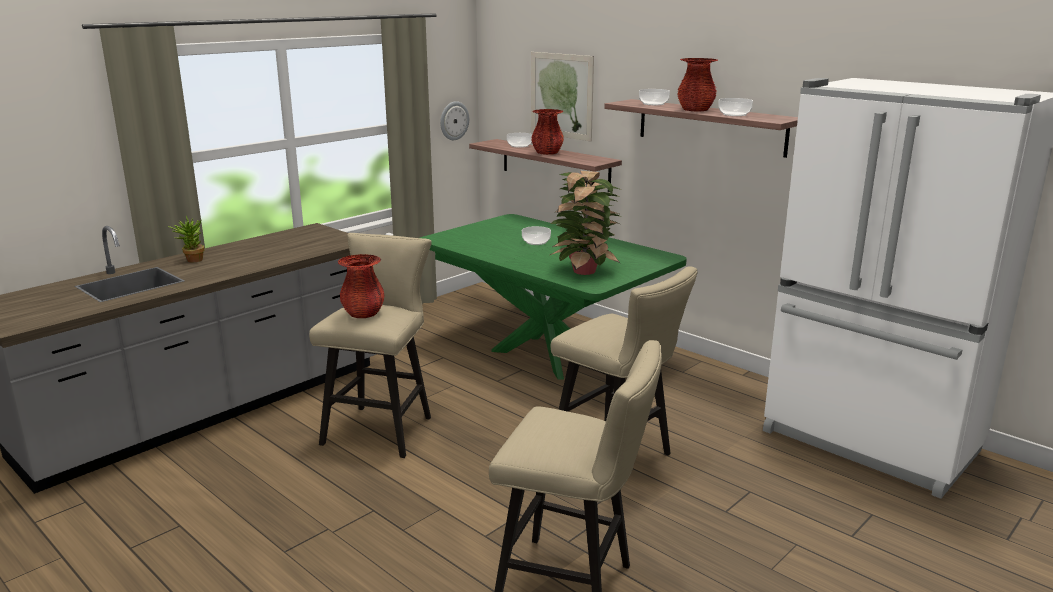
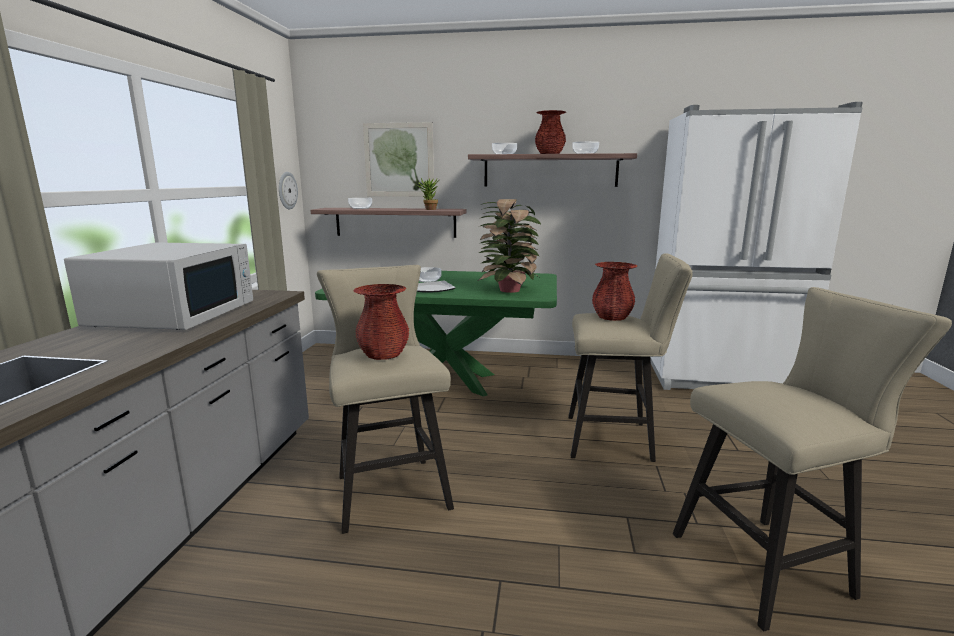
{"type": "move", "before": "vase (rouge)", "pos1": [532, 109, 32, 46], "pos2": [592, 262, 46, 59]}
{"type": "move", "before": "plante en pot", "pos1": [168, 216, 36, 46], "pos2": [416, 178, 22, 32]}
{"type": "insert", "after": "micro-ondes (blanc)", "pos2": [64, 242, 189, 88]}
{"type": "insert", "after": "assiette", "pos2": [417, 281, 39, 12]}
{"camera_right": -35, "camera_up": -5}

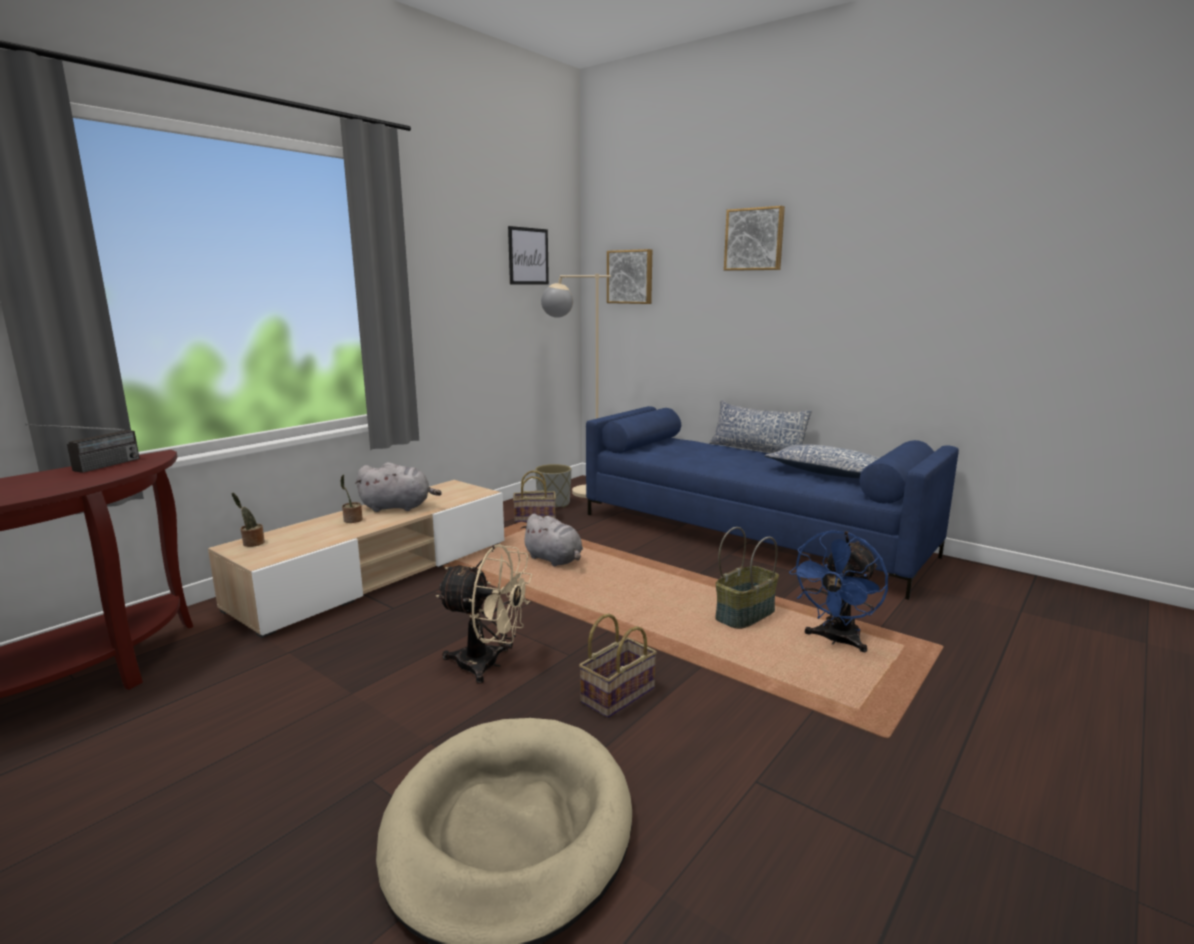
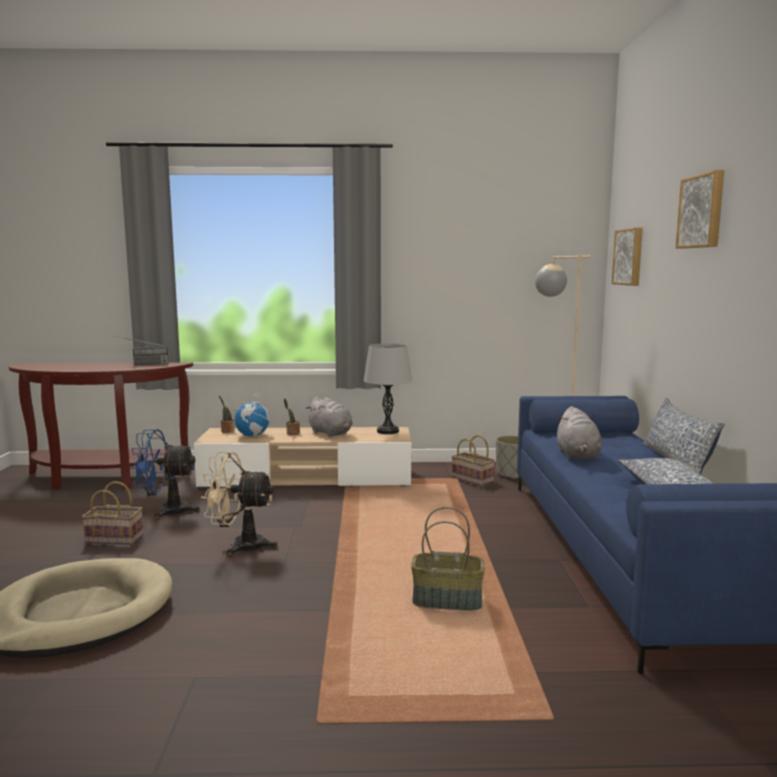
{"type": "delete", "before": "tableau", "pos1": [508, 226, 41, 59]}
{"type": "move", "before": "peluche (gris)", "pos1": [520, 514, 63, 52], "pos2": [557, 406, 45, 53]}
{"type": "move", "before": "ventilateur (bleu)", "pos1": [789, 530, 99, 122], "pos2": [130, 429, 70, 91]}
{"type": "rotate", "before": "ventilateur (beige)", "pos1": [436, 544, 96, 140], "pos2": [201, 452, 77, 105], "turn": 120}
{"type": "move", "before": "panier", "pos1": [579, 613, 78, 105], "pos2": [82, 481, 61, 64]}
{"type": "insert", "after": "lampe de table (gris)", "pos2": [364, 343, 48, 91]}
{"type": "insert", "after": "globe", "pos2": [235, 391, 37, 46]}
{"camera_right": 50, "camera_up": -5}

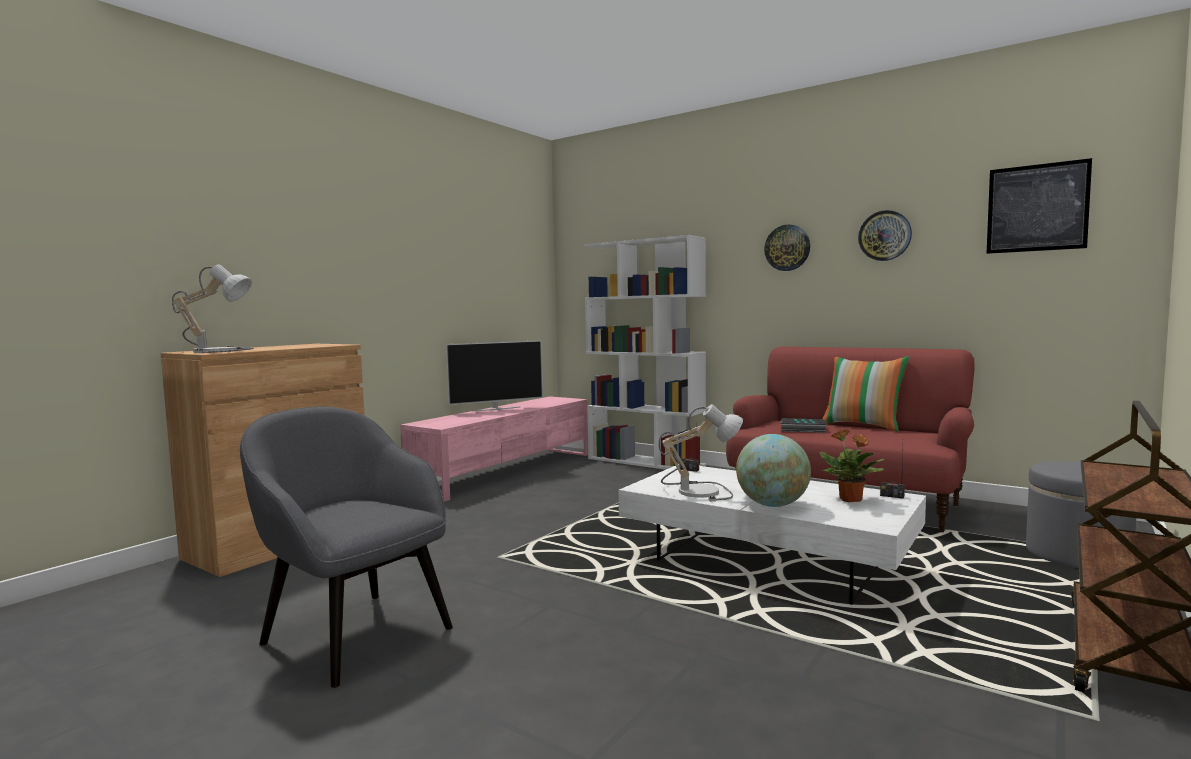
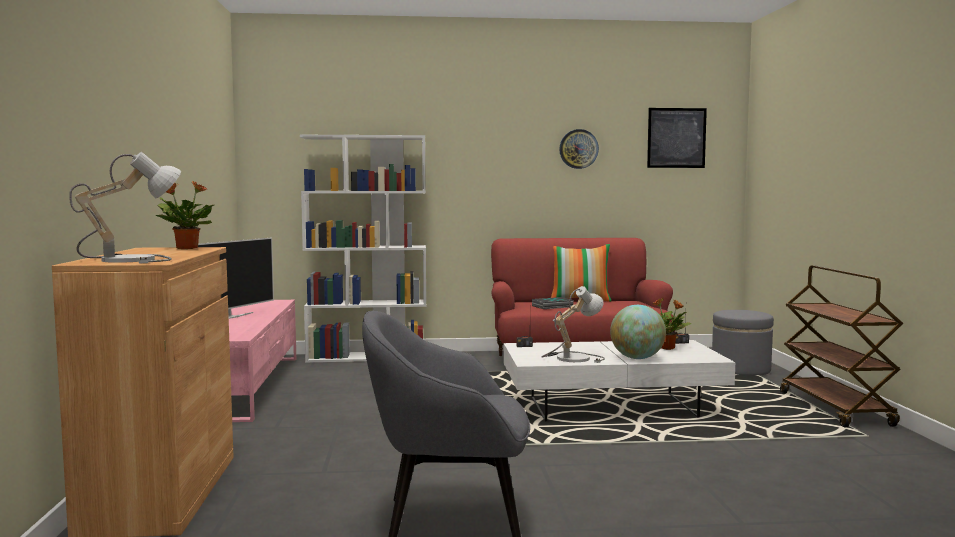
{"type": "delete", "before": "horloge murale", "pos1": [764, 225, 46, 46]}
{"type": "insert", "after": "plante en pot", "pos2": [156, 181, 58, 68]}
{"camera_right": -40, "camera_up": 0}

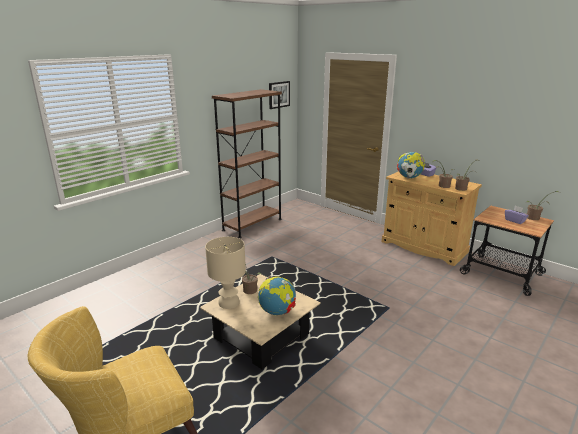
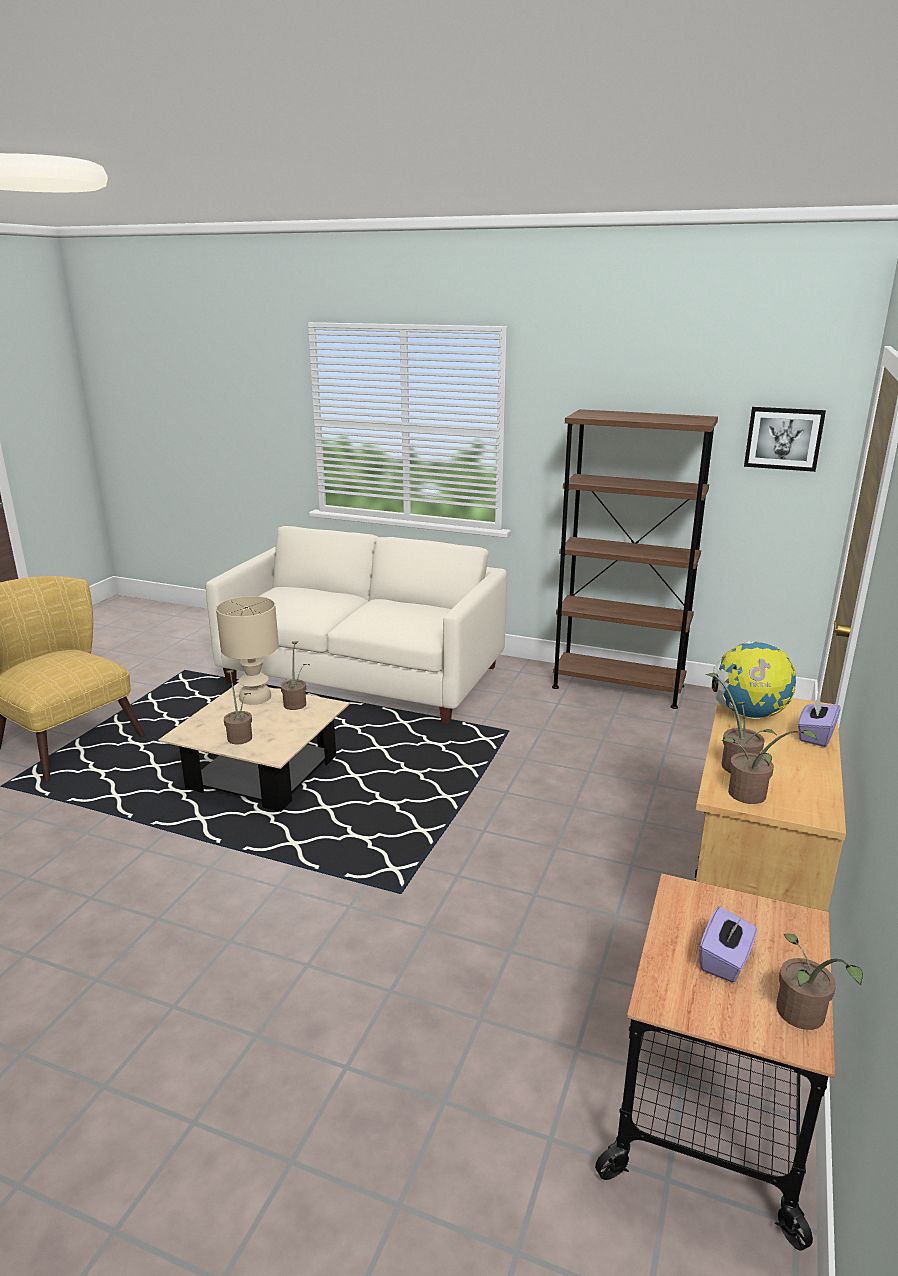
{"type": "replace", "before": "globe", "after": "plante en pot", "pos1": [258, 275, 38, 41], "pos2": [224, 670, 28, 74]}
{"type": "insert", "after": "canapé (blanc)", "pos2": [206, 526, 301, 198]}
{"camera_right": 70, "camera_up": 0}

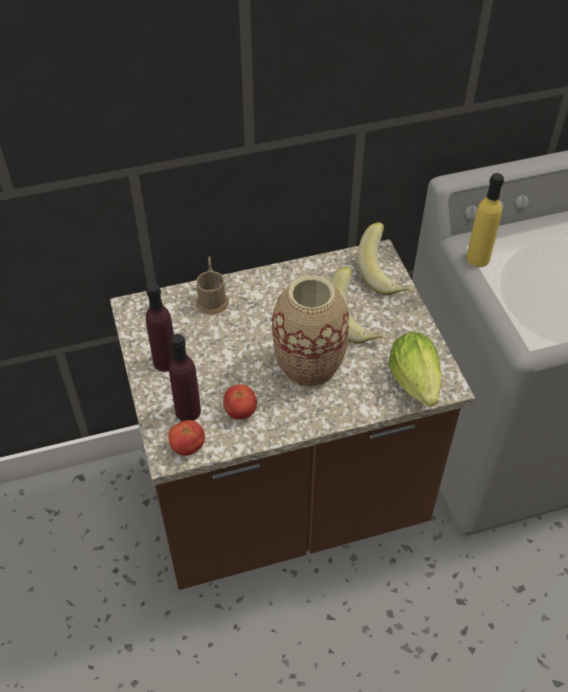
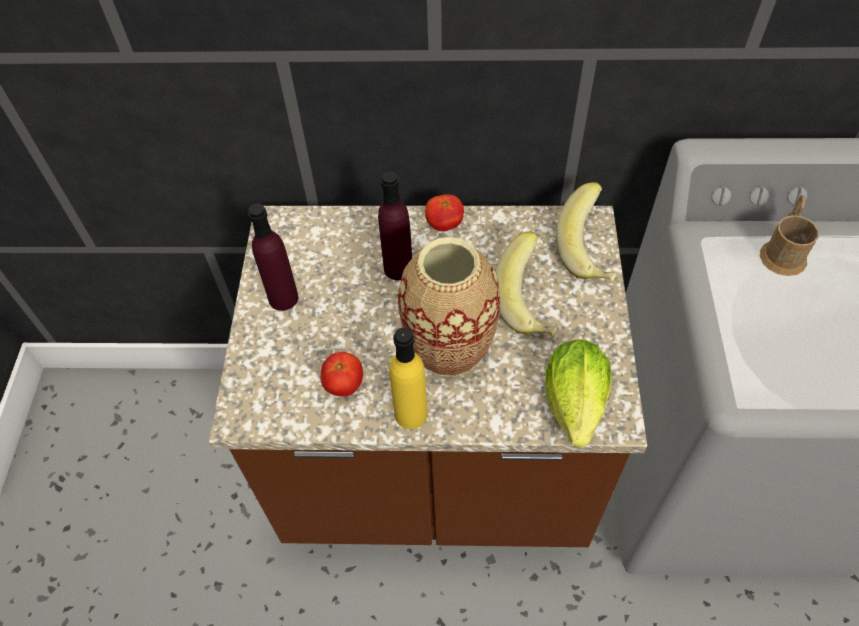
{"type": "move", "before": "bouteille (jaune)", "pos1": [466, 173, 38, 94], "pos2": [389, 328, 38, 101]}
{"type": "move", "before": "mug (marron)", "pos1": [196, 256, 33, 59], "pos2": [760, 195, 59, 81]}
{"type": "move", "before": "bouteille (violet)", "pos1": [169, 334, 32, 87], "pos2": [378, 171, 34, 109]}
{"type": "move", "before": "tomate", "pos1": [168, 420, 37, 36], "pos2": [425, 195, 39, 36]}
{"camera_right": 20, "camera_up": 5}

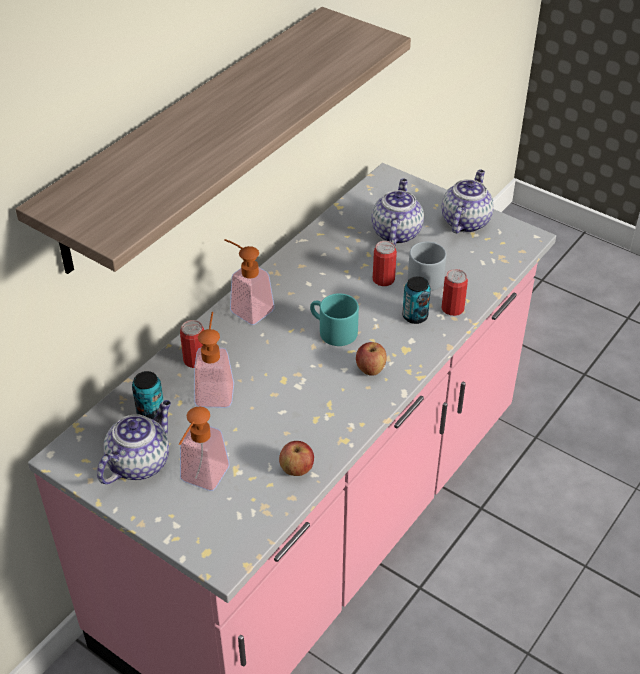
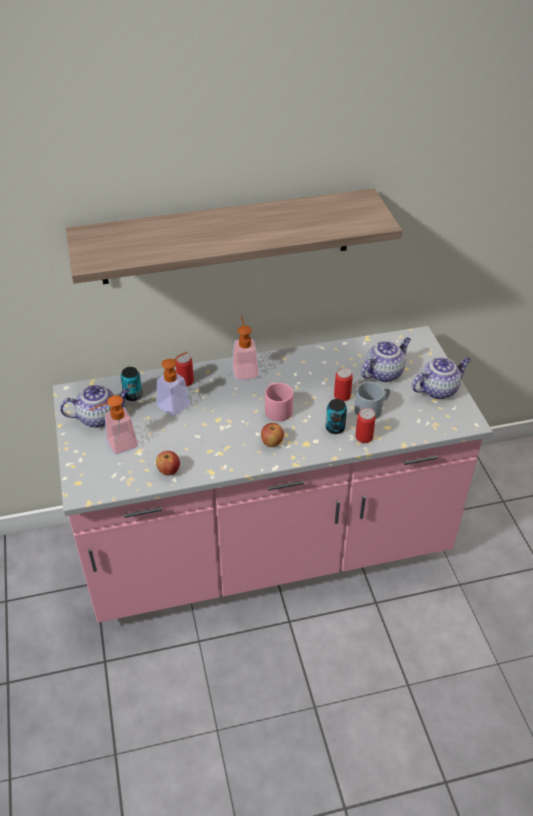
{"type": "recolor", "before": "mug (turquoise)", "after": "mug (rose)", "pos1": [310, 293, 49, 53], "pos2": [265, 383, 28, 38]}
{"camera_right": 40, "camera_up": 0}

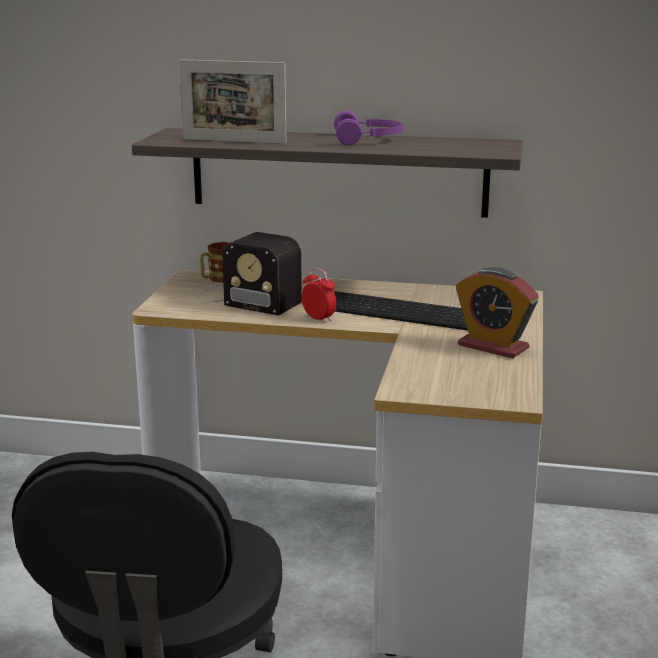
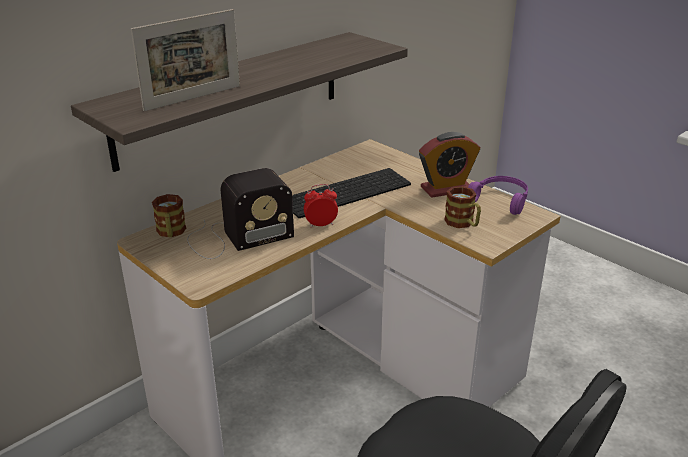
{"type": "move", "before": "casque audio (violet)", "pos1": [334, 111, 69, 34], "pos2": [468, 176, 60, 39]}
{"type": "insert", "after": "mug", "pos2": [444, 186, 37, 42]}
{"camera_right": -55, "camera_up": 10}

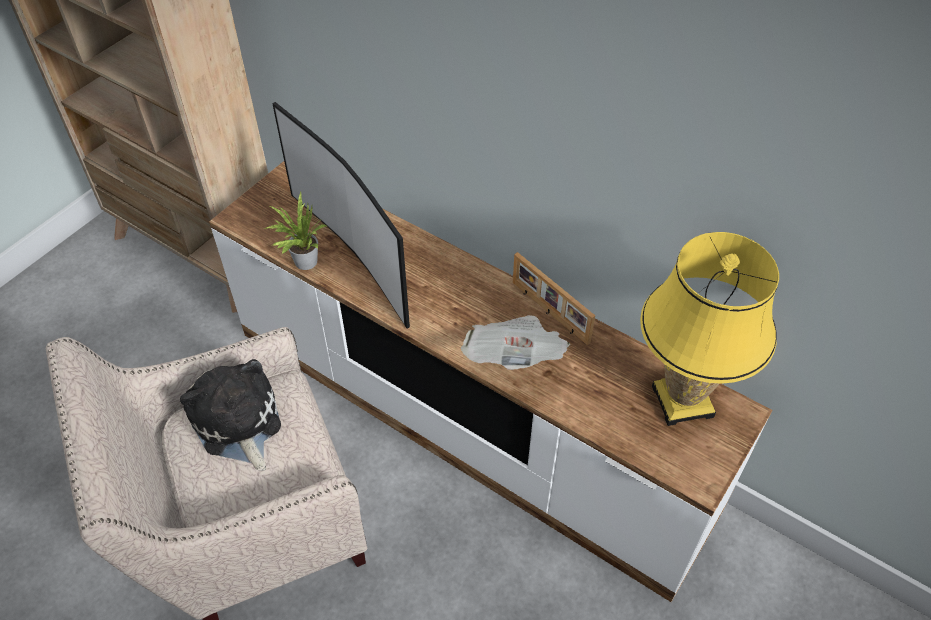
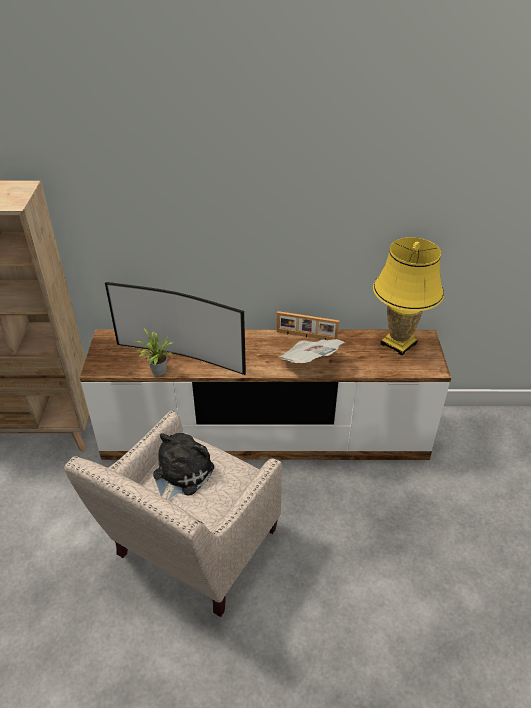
{"type": "rotate", "before": "peluche", "pos1": [180, 359, 101, 112], "pos2": [153, 433, 61, 67], "turn": 90}
{"camera_right": -35, "camera_up": -10}

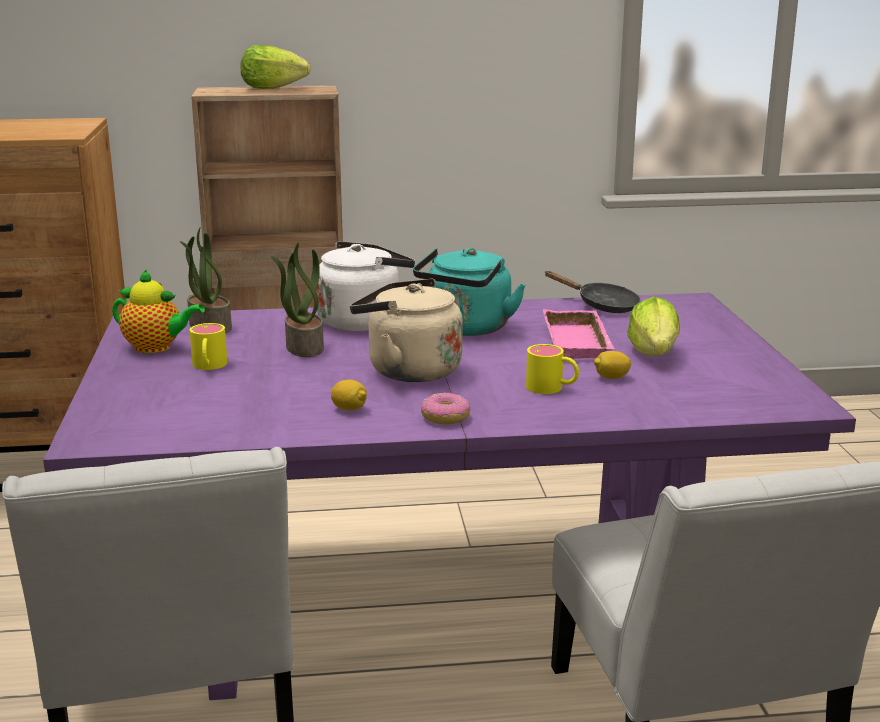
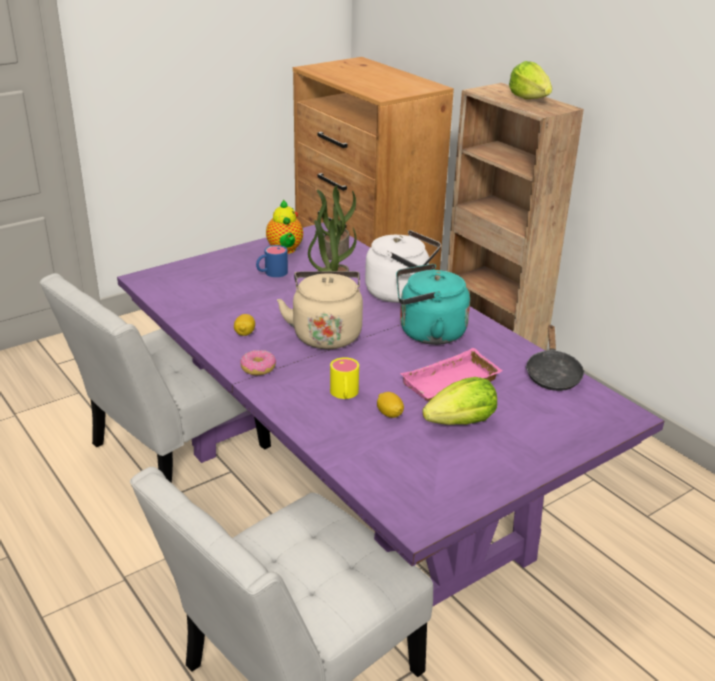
{"type": "recolor", "before": "mug (jaune)", "after": "mug (bleu)", "pos1": [189, 323, 39, 47], "pos2": [256, 245, 32, 32]}
{"camera_right": 60, "camera_up": 10}

